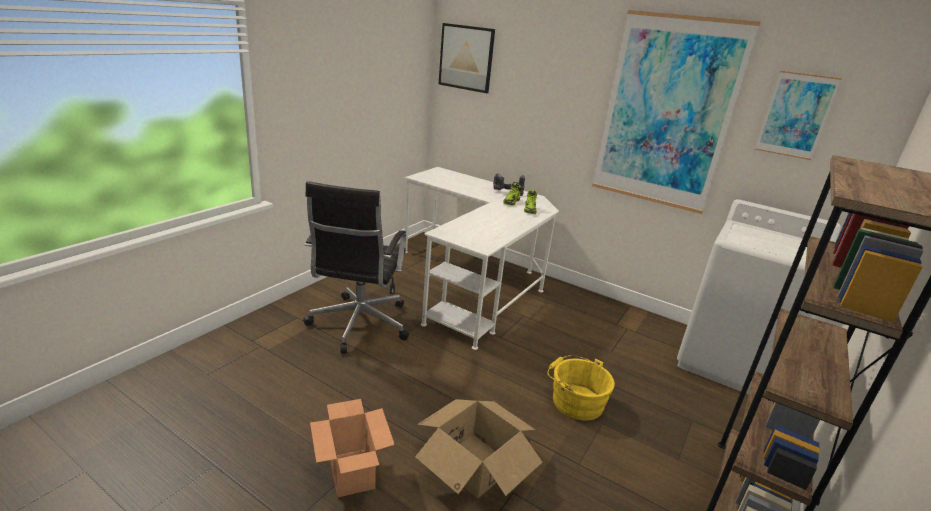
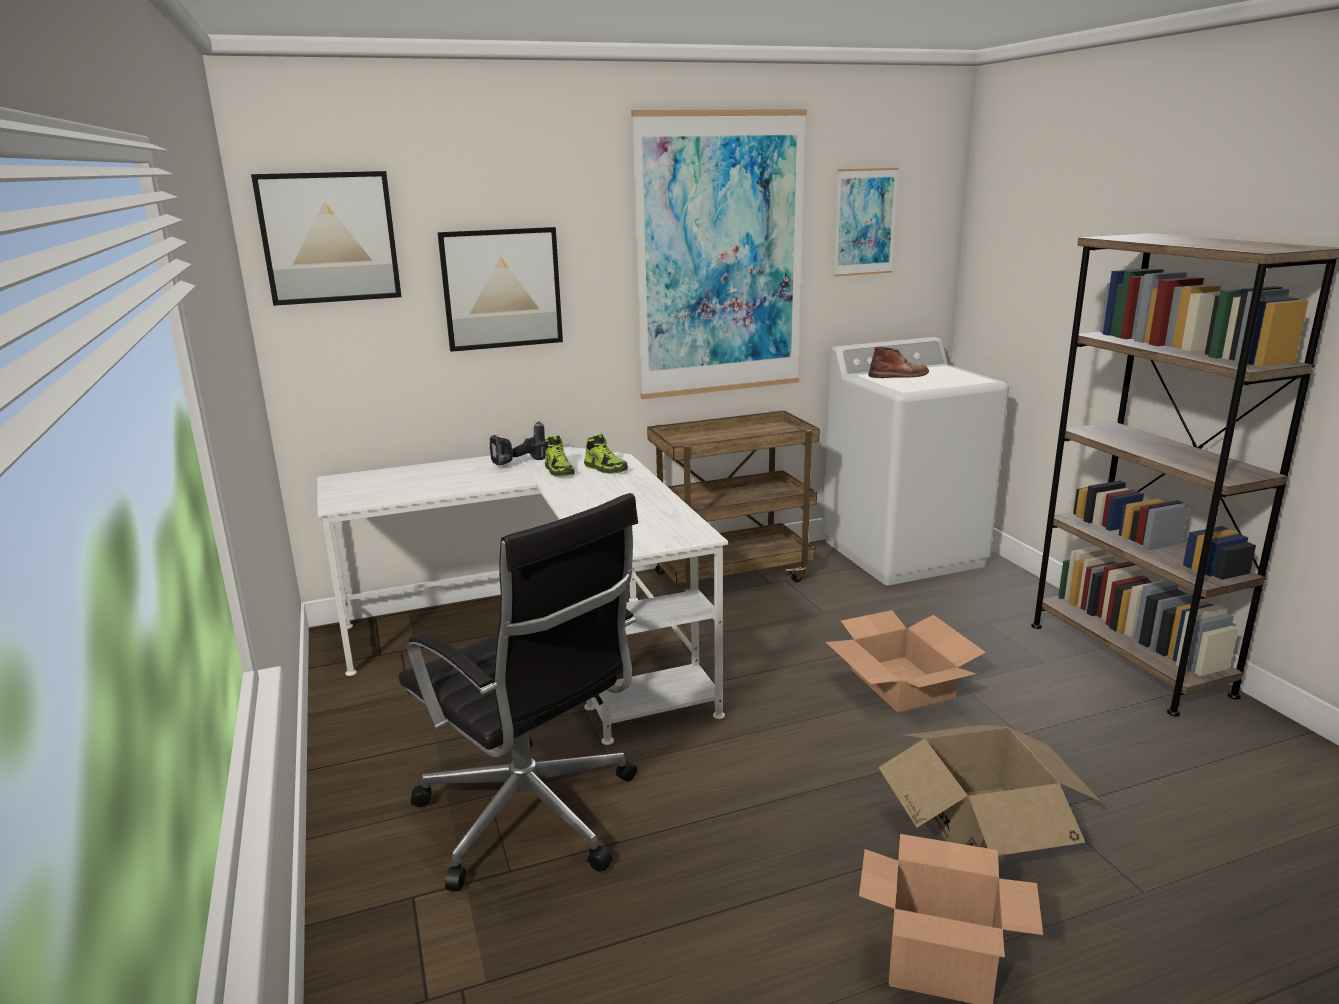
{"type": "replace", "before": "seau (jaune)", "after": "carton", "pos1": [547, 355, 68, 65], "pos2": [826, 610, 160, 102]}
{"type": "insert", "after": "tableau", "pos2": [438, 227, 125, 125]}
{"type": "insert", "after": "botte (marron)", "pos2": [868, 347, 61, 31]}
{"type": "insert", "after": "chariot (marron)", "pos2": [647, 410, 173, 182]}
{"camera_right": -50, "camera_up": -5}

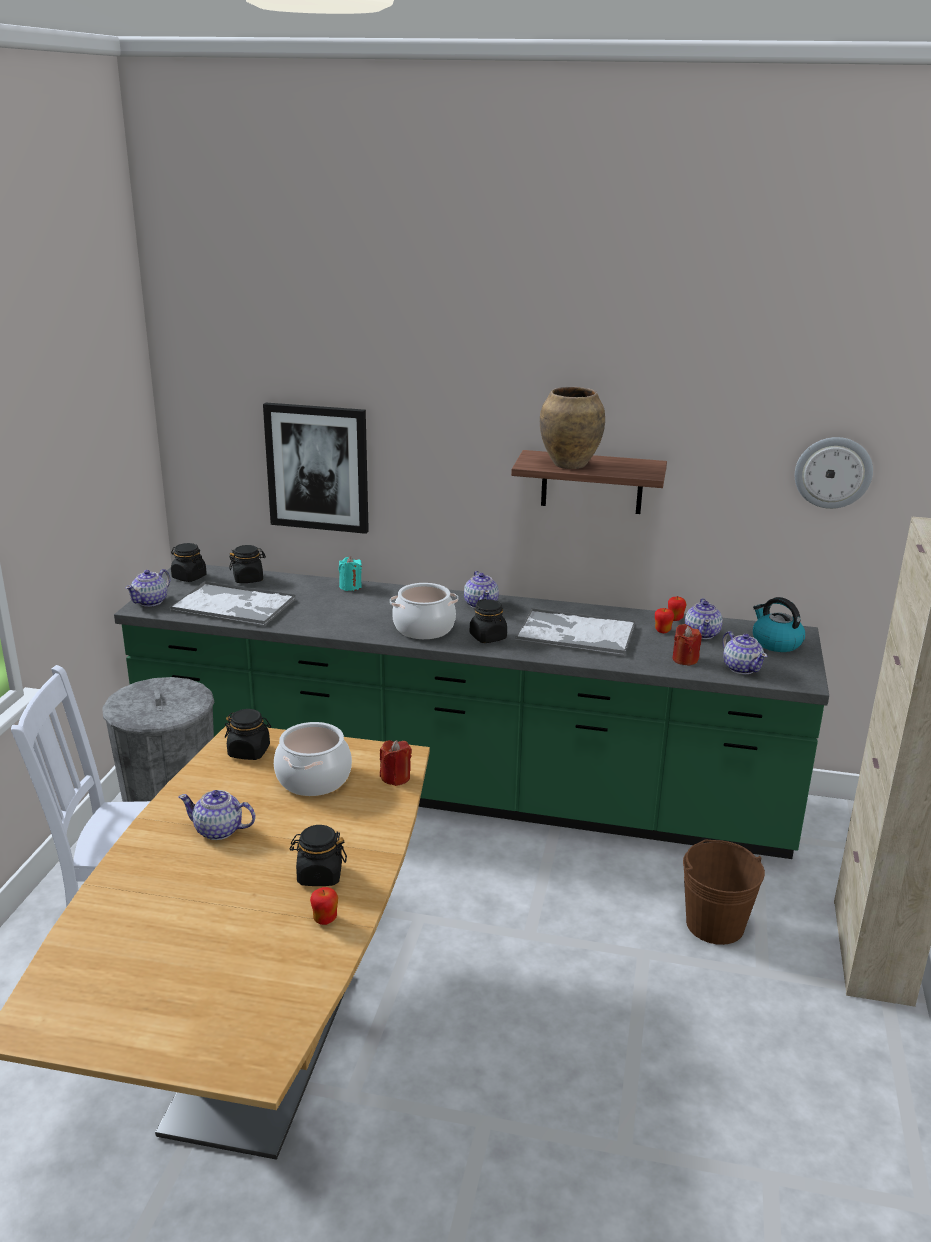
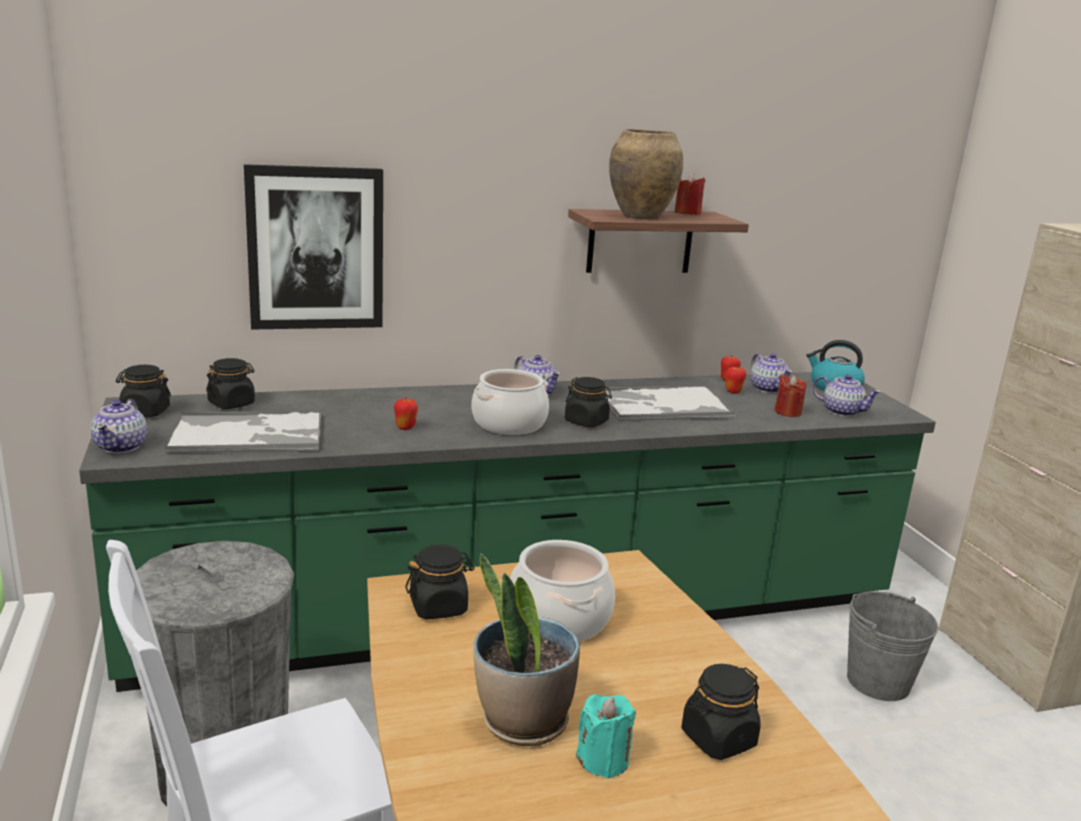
{"type": "delete", "before": "horloge murale", "pos1": [795, 437, 78, 72]}
{"type": "move", "before": "bougie (turquoise)", "pos1": [339, 557, 23, 34], "pos2": [576, 694, 60, 85]}
{"type": "move", "before": "bougie (rouge)", "pos1": [380, 740, 32, 46], "pos2": [675, 173, 30, 42]}
{"type": "replace", "before": "théière", "after": "plante en pot", "pos1": [178, 790, 78, 50], "pos2": [474, 554, 106, 192]}
{"type": "recolor", "before": "seau (marron)", "after": "seau (gris)", "pos1": [683, 839, 82, 106], "pos2": [847, 591, 92, 110]}
{"type": "move", "before": "pomme", "pos1": [310, 887, 28, 38], "pos2": [394, 397, 24, 33]}
{"camera_right": -30, "camera_up": -5}

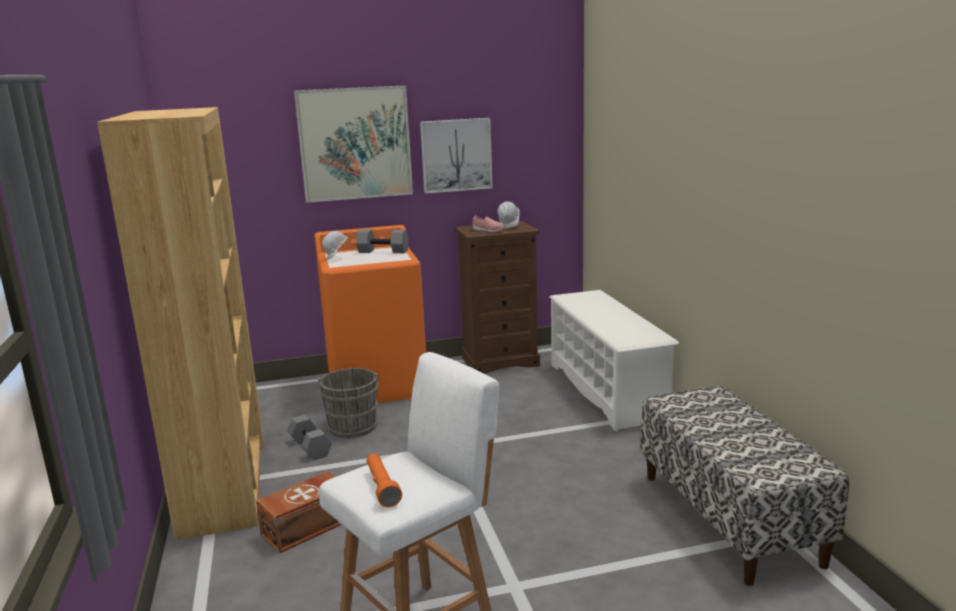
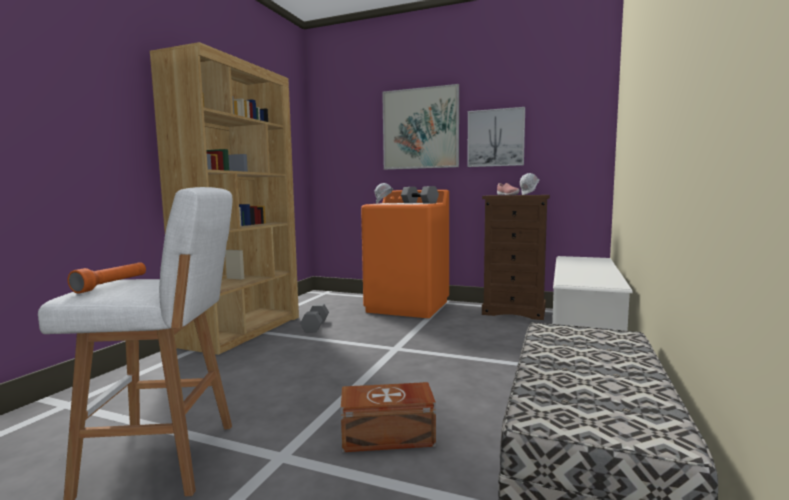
{"type": "delete", "before": "seau (gris)", "pos1": [317, 368, 62, 70]}
{"type": "move", "before": "boîte de rangement (marron)", "pos1": [256, 471, 86, 83], "pos2": [341, 382, 95, 70]}
{"camera_right": 35, "camera_up": -10}

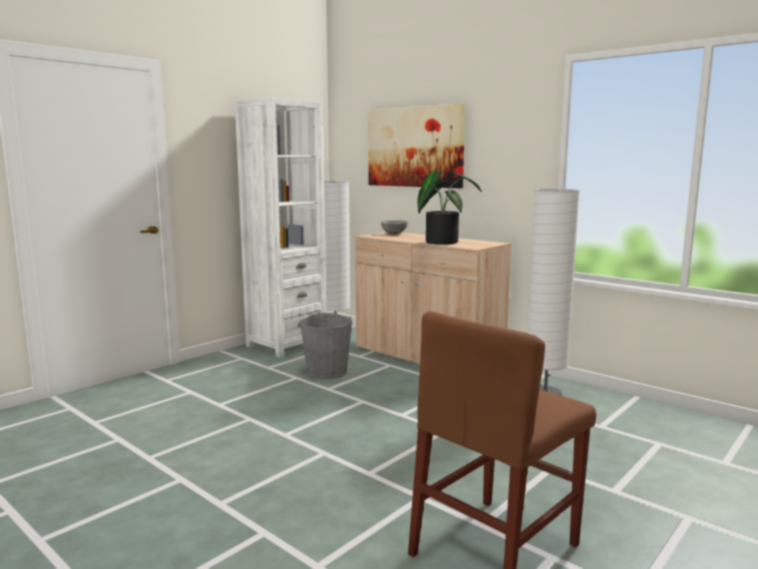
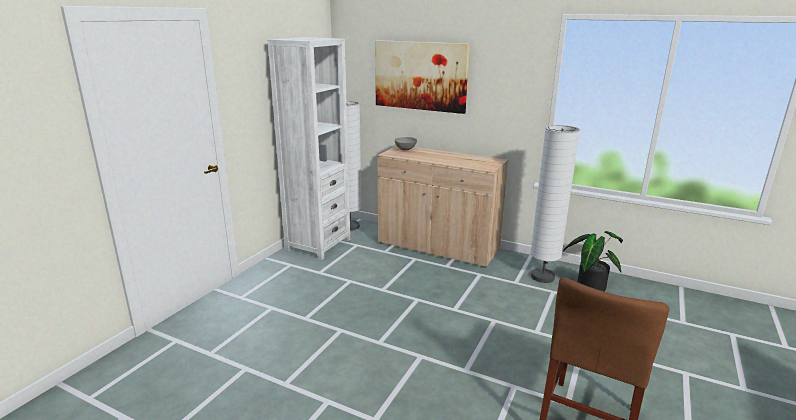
{"type": "move", "before": "plante en pot", "pos1": [417, 170, 65, 75], "pos2": [563, 231, 60, 61]}
{"type": "delete", "before": "seau (gris)", "pos1": [300, 313, 52, 66]}
{"camera_right": -15, "camera_up": 10}

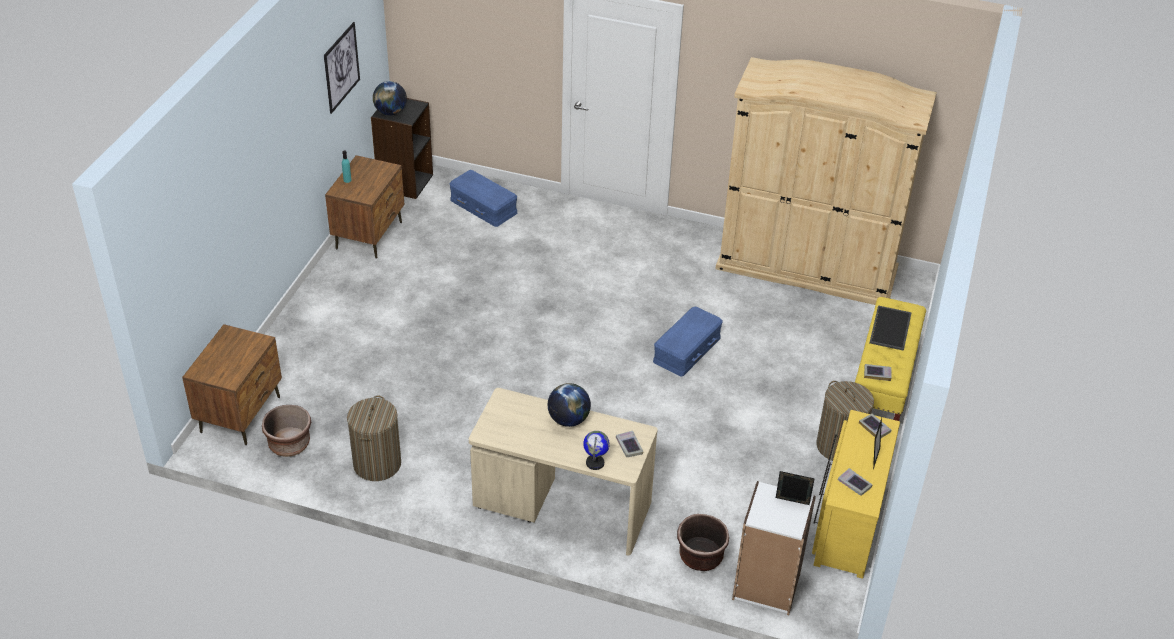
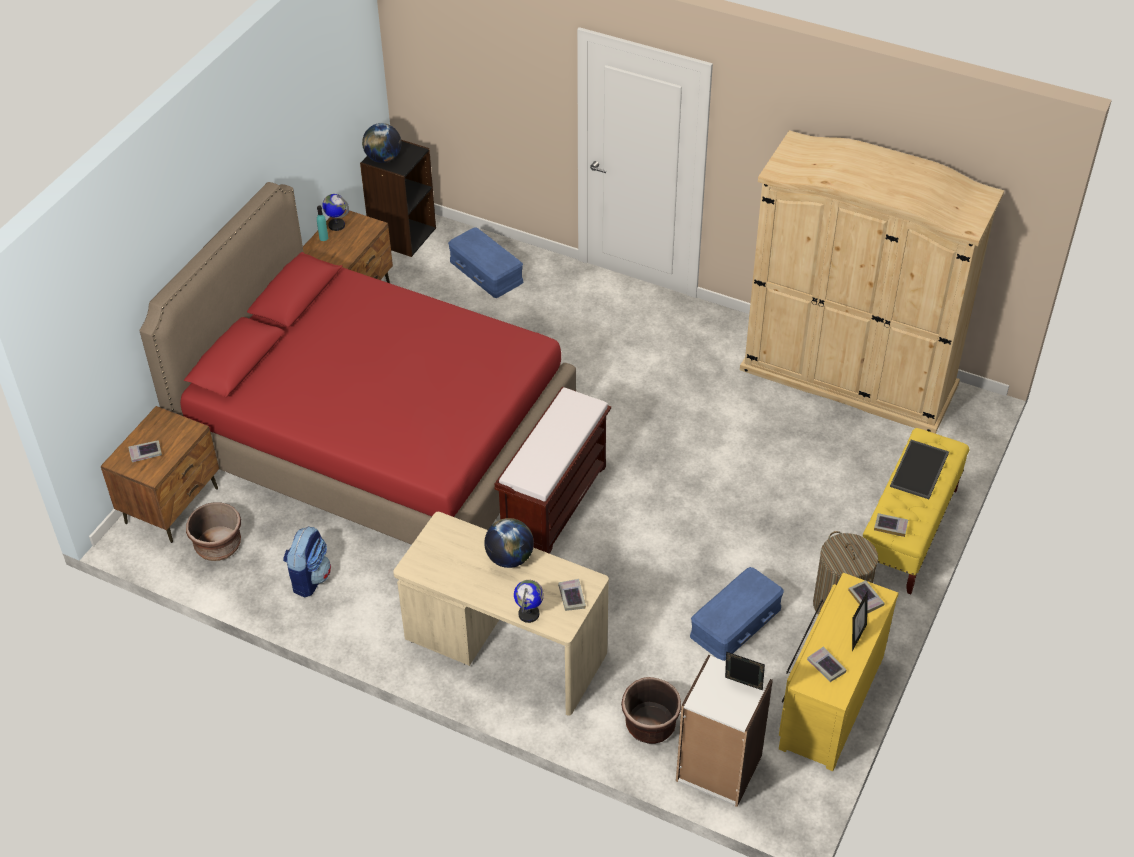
{"type": "delete", "before": "tableau", "pos1": [324, 22, 36, 92]}
{"type": "move", "before": "boîte de rangement (bleu)", "pos1": [653, 307, 70, 70], "pos2": [690, 567, 94, 94]}
{"type": "replace", "before": "panier à linge", "after": "sac à dos", "pos1": [347, 396, 54, 85], "pos2": [283, 526, 48, 72]}
{"type": "insert", "after": "lit (rouge)", "pos2": [140, 182, 436, 363]}
{"type": "insert", "after": "globe", "pos2": [322, 194, 27, 37]}
{"type": "insert", "after": "banc (marron)", "pos2": [494, 387, 117, 167]}
{"type": "insert", "after": "livre", "pos2": [128, 440, 34, 22]}
{"camera_right": 10, "camera_up": 5}

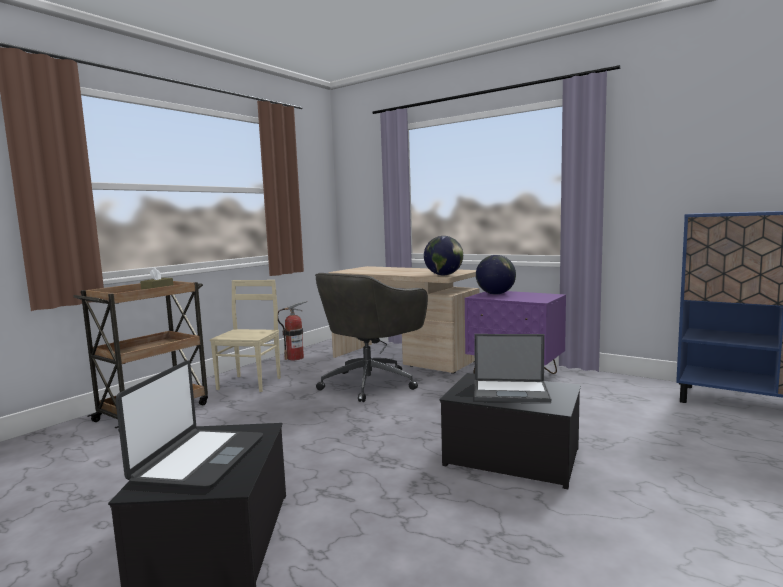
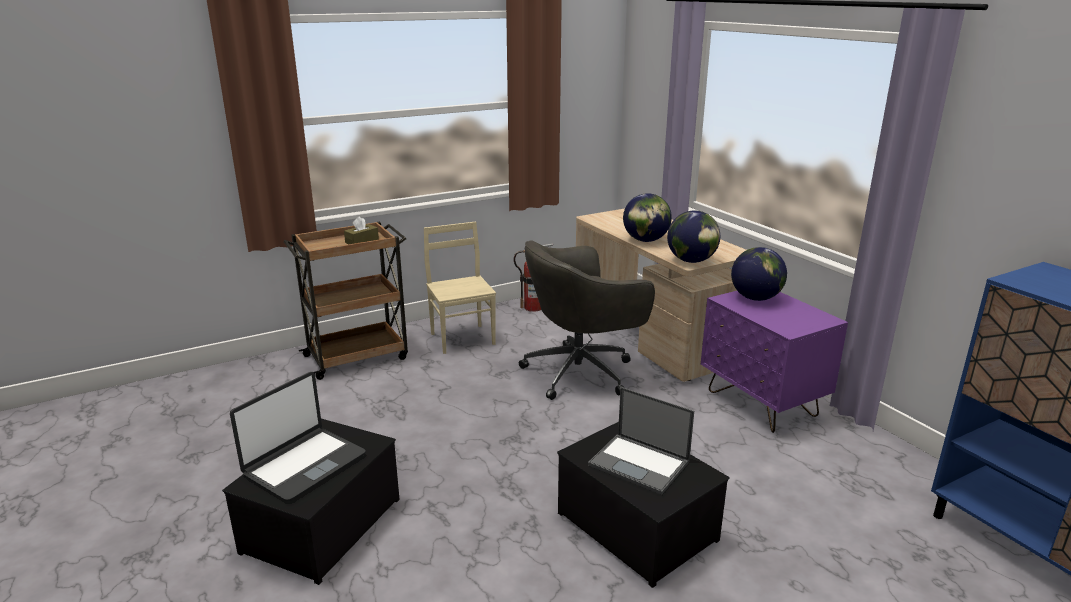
{"type": "rotate", "before": "chaise (beige)", "pos1": [210, 280, 71, 112], "pos2": [424, 222, 72, 132], "turn": -60}
{"type": "insert", "after": "globe", "pos2": [623, 193, 49, 49]}
{"camera_right": 25, "camera_up": 15}

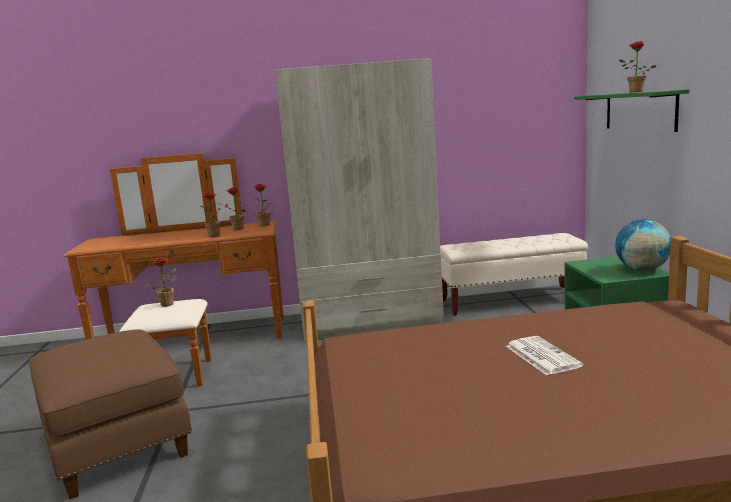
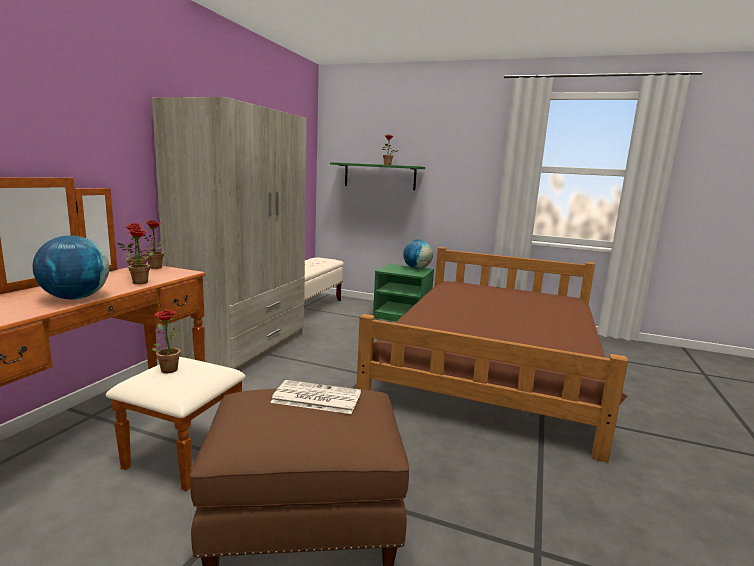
{"type": "move", "before": "journal", "pos1": [506, 336, 77, 39], "pos2": [270, 380, 91, 34]}
{"type": "insert", "after": "globe", "pos2": [32, 235, 77, 65]}
{"camera_right": -65, "camera_up": 0}

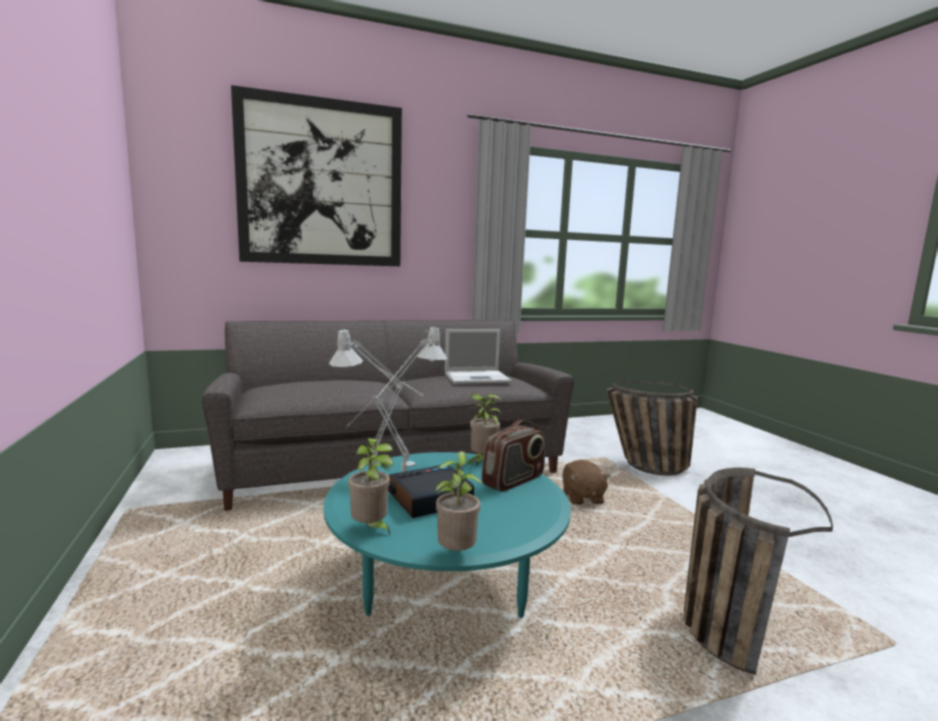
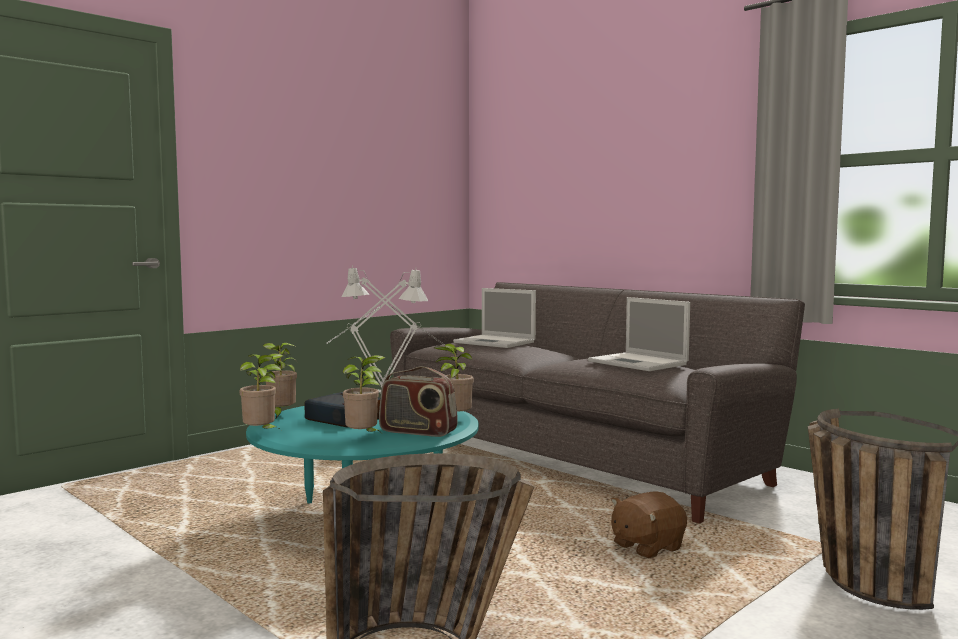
{"type": "delete", "before": "tableau", "pos1": [231, 85, 171, 181]}
{"type": "insert", "after": "ordinateur portable", "pos2": [453, 288, 83, 60]}
{"type": "insert", "after": "plante en pot", "pos2": [343, 355, 42, 77]}
{"camera_right": 65, "camera_up": -5}

